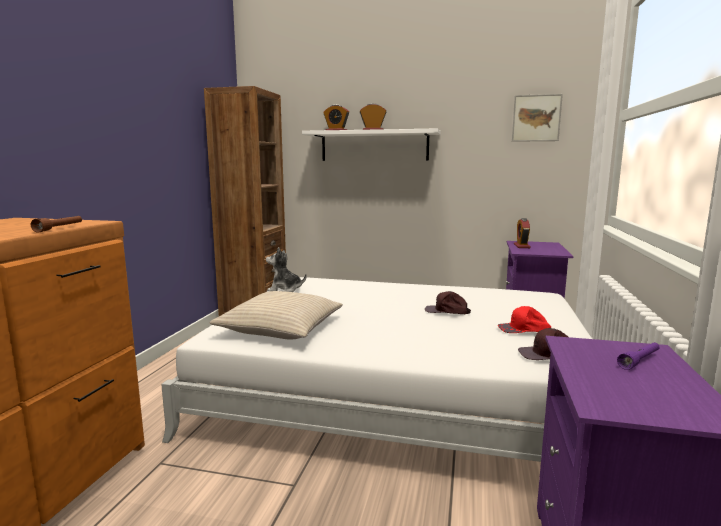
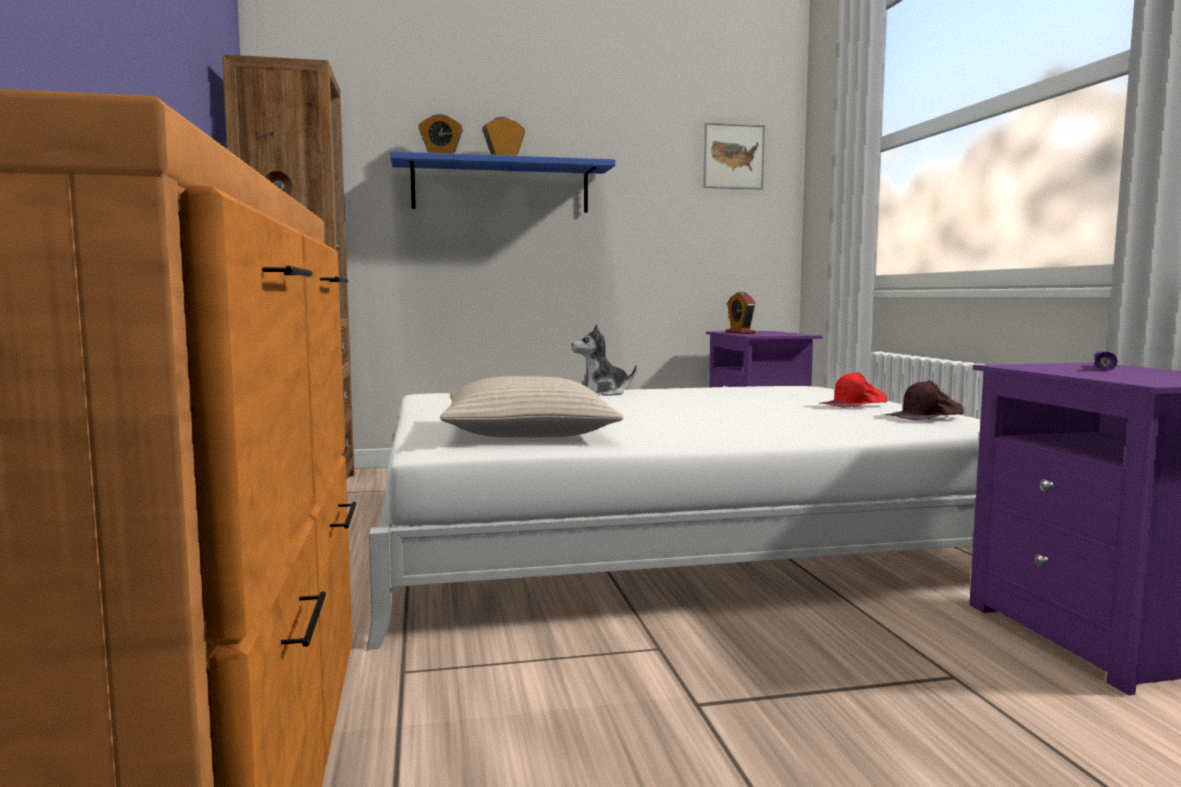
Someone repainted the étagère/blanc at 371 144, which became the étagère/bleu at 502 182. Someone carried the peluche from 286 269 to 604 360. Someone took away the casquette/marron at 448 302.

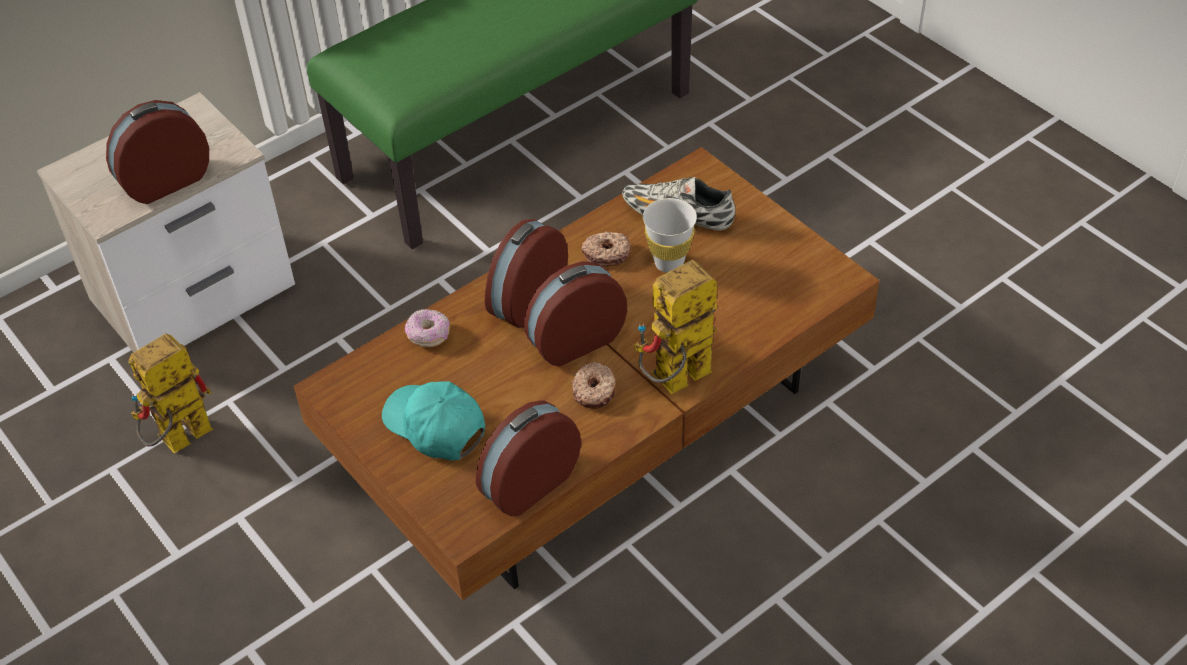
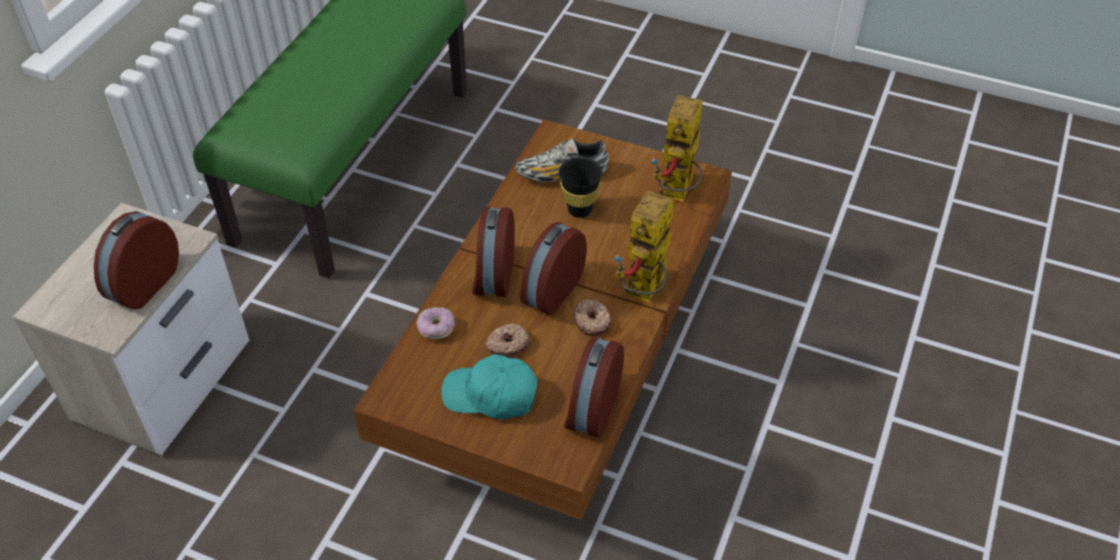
Someone repainted the tasse/blanc at 670 235, which became the tasse/noir at 581 187. Someone carried the beignet from 606 249 to 508 340. Someone carried the robot jouet from 170 393 to 677 148.

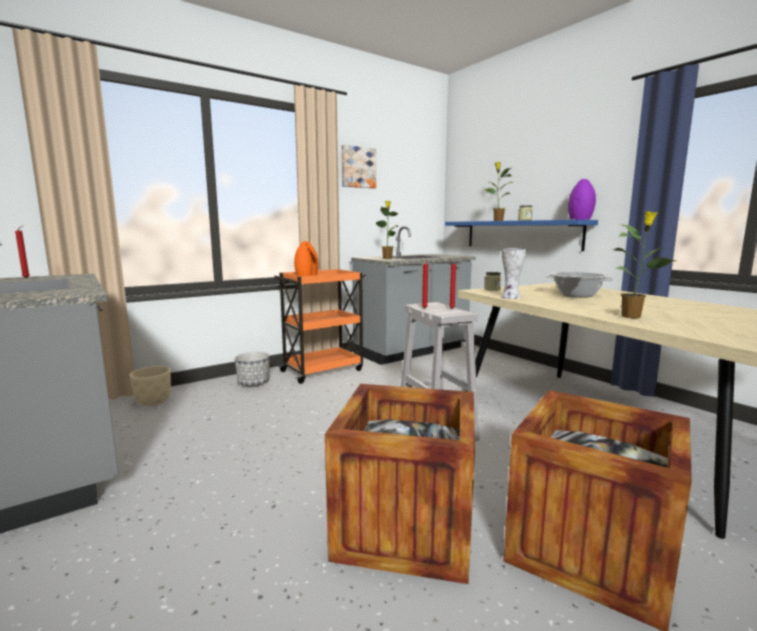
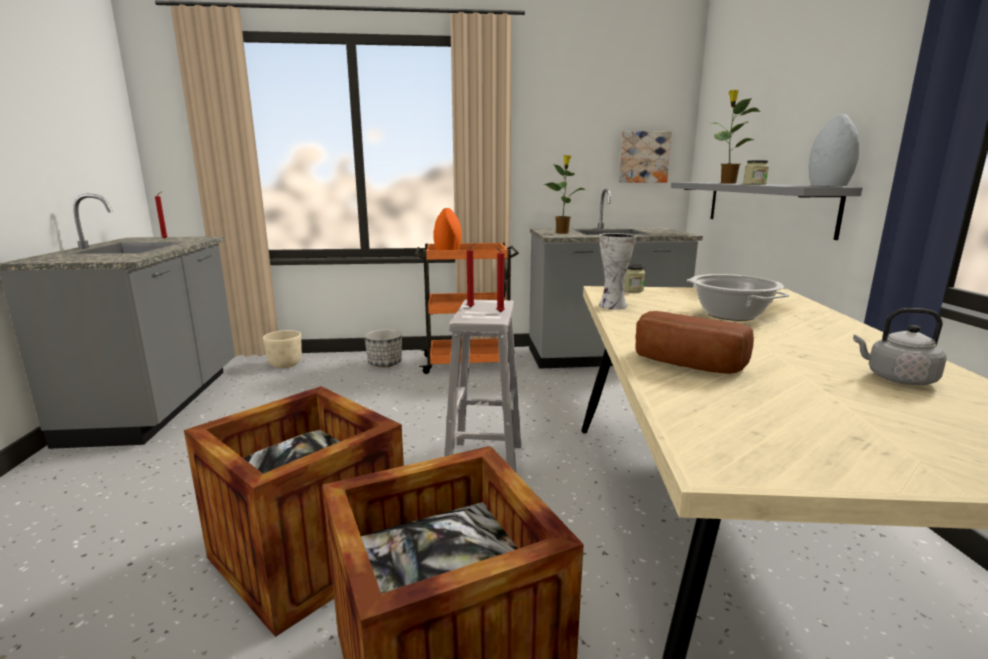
Someone carried the tableau from 358 167 to 645 157. Someone repainted the vase/violet at 582 199, which became the vase/gris at 834 150. Someone swapped the plante en pot at 645 264 for the pain at 694 342. Someone repainted the étagère/bleu at 521 235, which became the étagère/gris at 766 211. Someone put down the bouilloire/gris at 900 346.

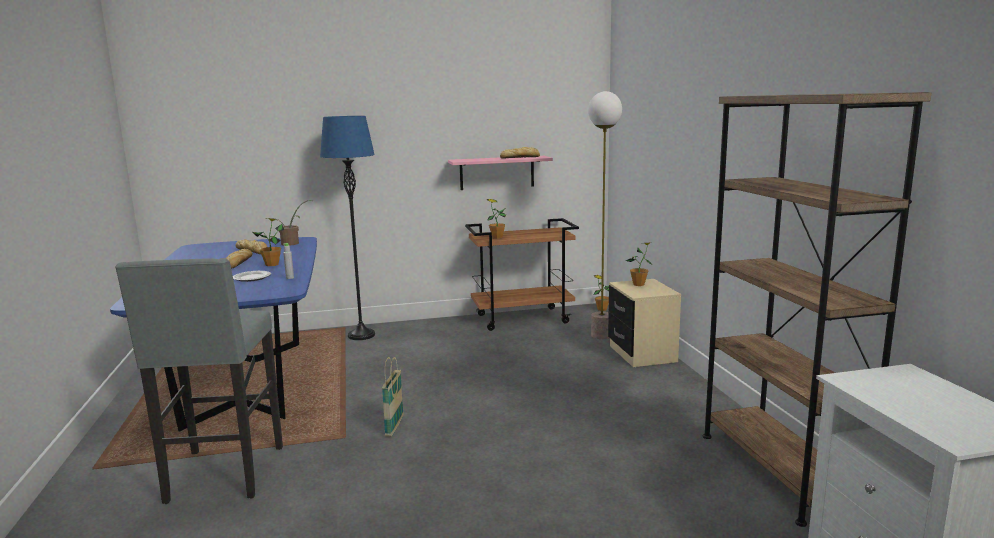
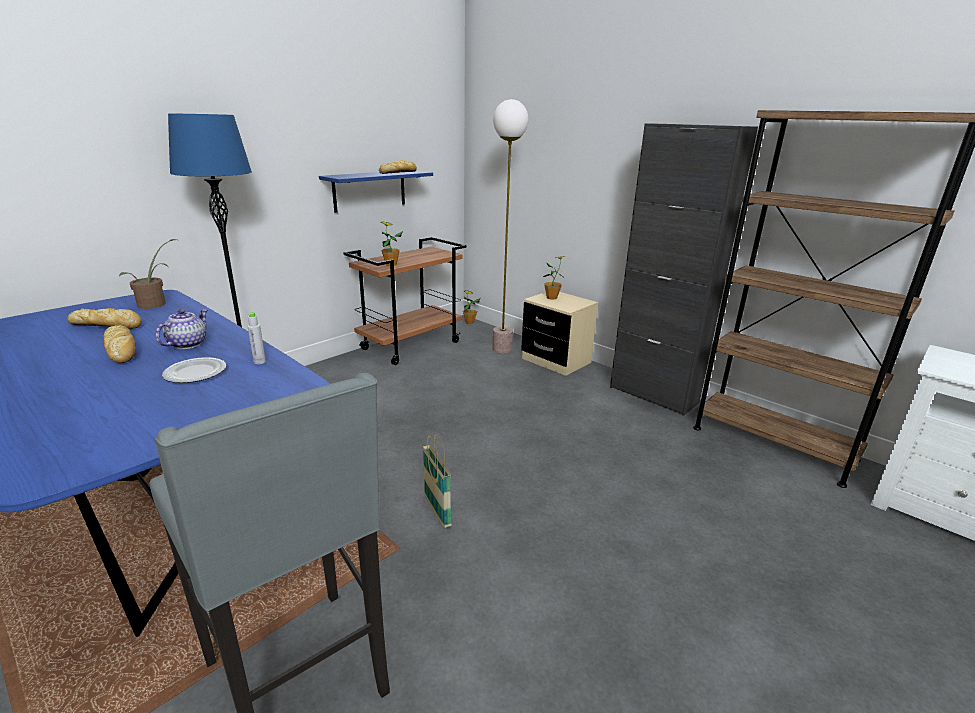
Someone repainted the étagère/rose at 500 173, which became the étagère/bleu at 376 191. Someone swapped the plante en pot at 268 242 for the théière at 181 329. Someone put down the meuble de rangement/noir at 684 269.

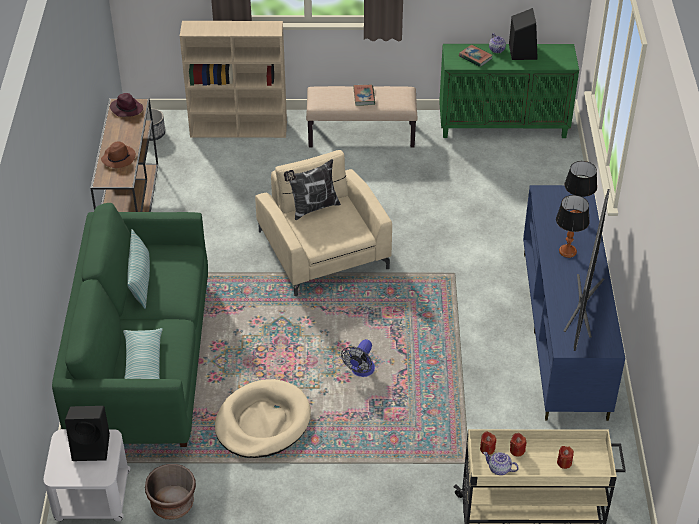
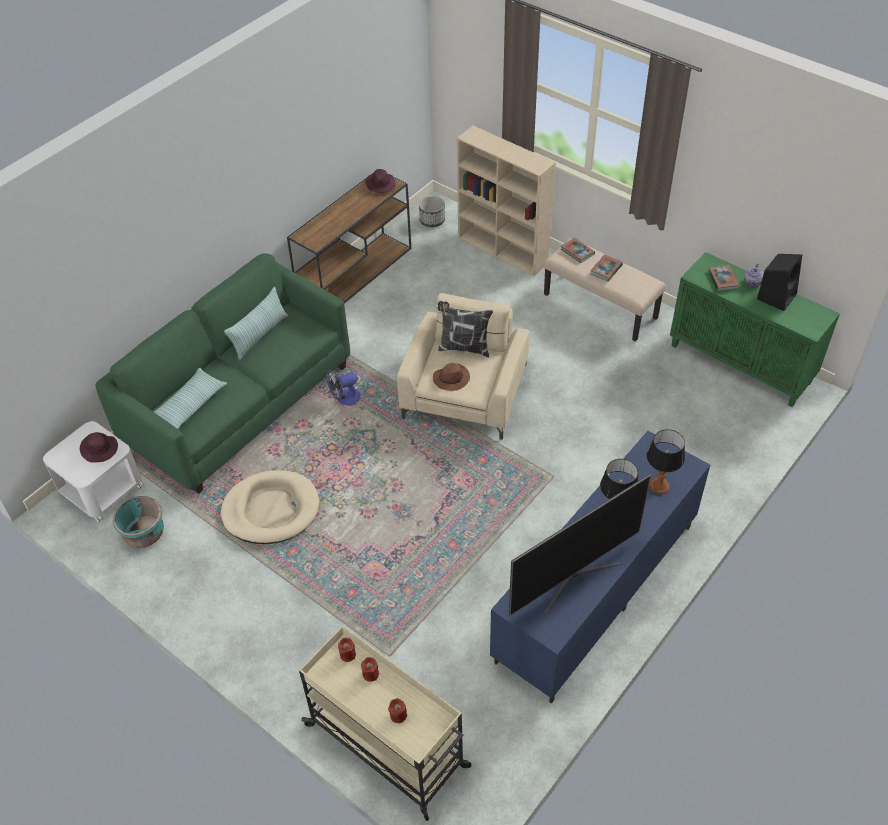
Someone carried the chapeau/marron from 118 155 to 451 377. Someone carried the ventilateur from 358 358 to 343 388. Someone swapped the enceinte/noir at 87 433 for the chapeau/violet at 99 447. Someone took away the théière at 501 463. Someone repainted the cache-pot/marron at 170 491, which became the cache-pot/turquoise at 138 522. Someone put down the livre at 578 250.

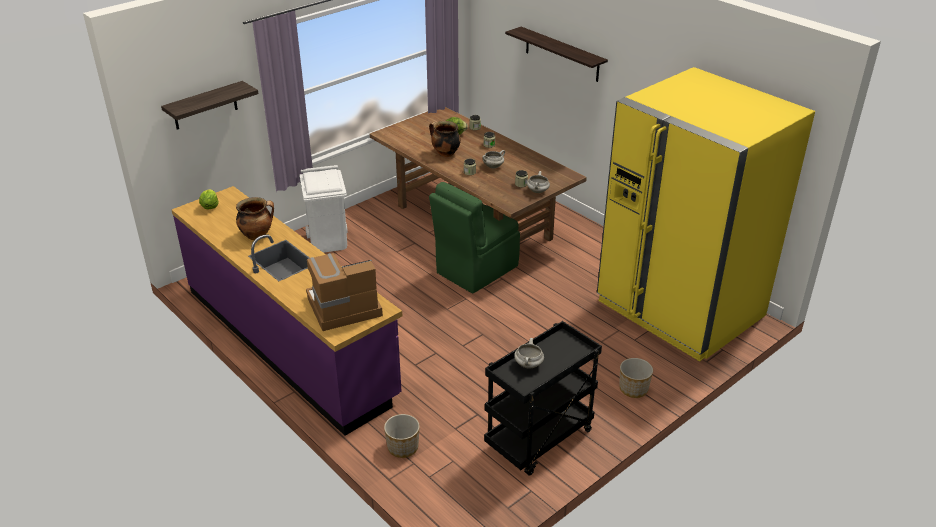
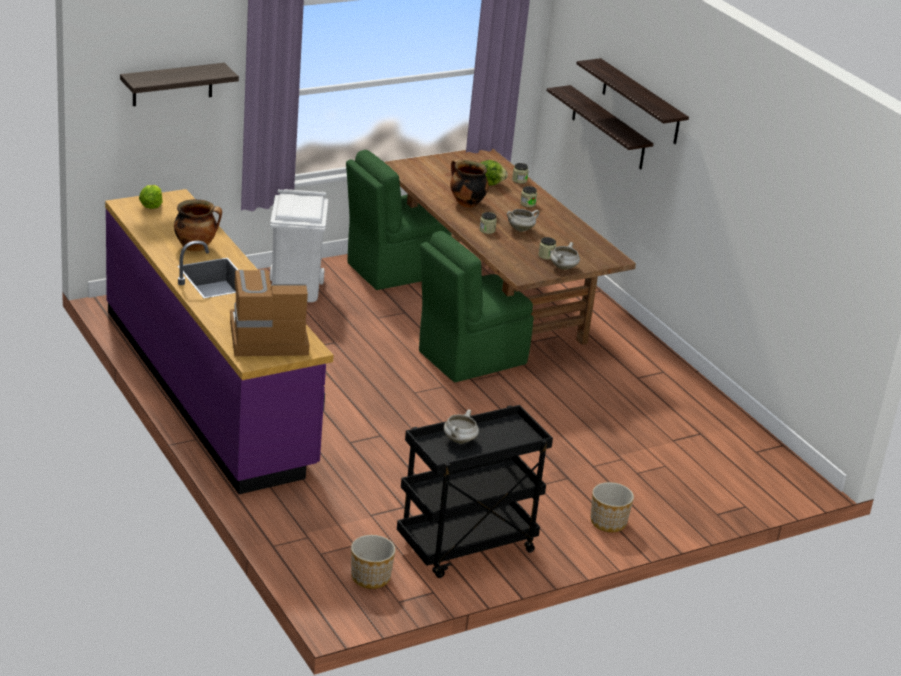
Someone took away the réfrigérateur/jaune at 706 214. Someone carried the cache-pot from 402 436 to 373 562. Someone put up the étagère at 600 127. Someone put down the chaise/vert at 399 220.

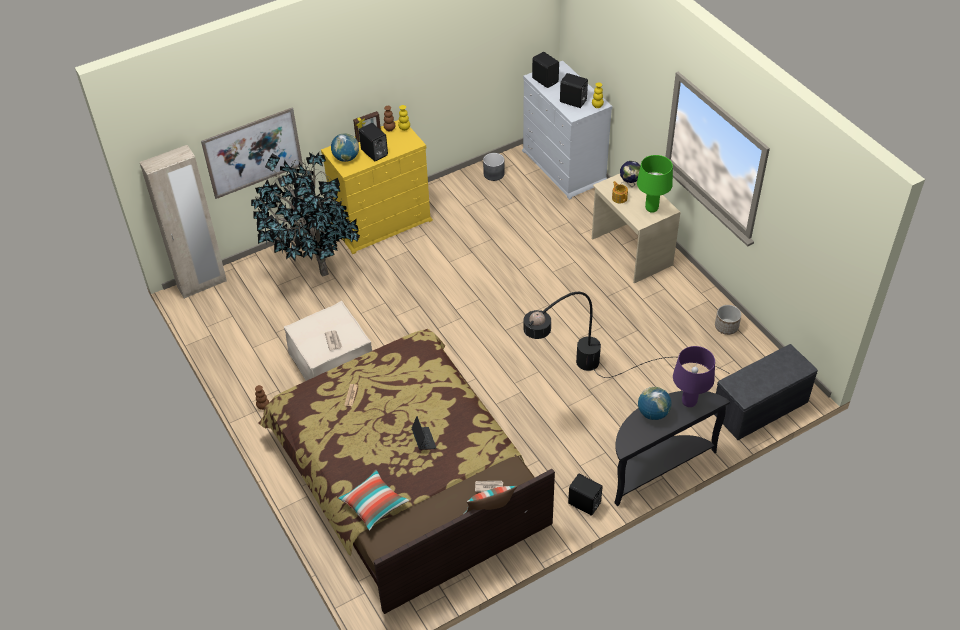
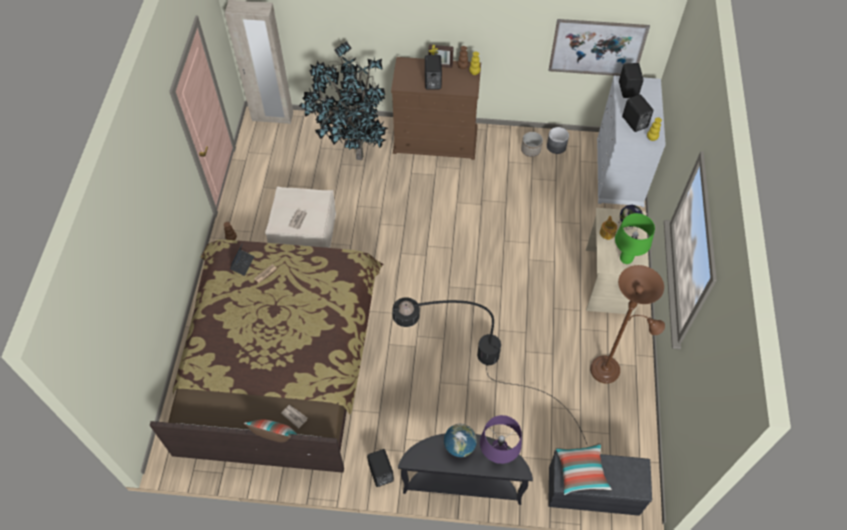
Someone carried the tableau from 252 153 to 599 47. Someone repainted the commode/jaune at 377 187, which became the commode/marron at 436 108. Someone took away the globe at 345 147. Someone carried the cache-pot from 728 320 to 532 144. Someone carried the ordinateur portable from 424 433 to 242 259. Someone carried the coussin from 373 500 to 584 469. Someone put down the lampadaire/marron at 627 324.

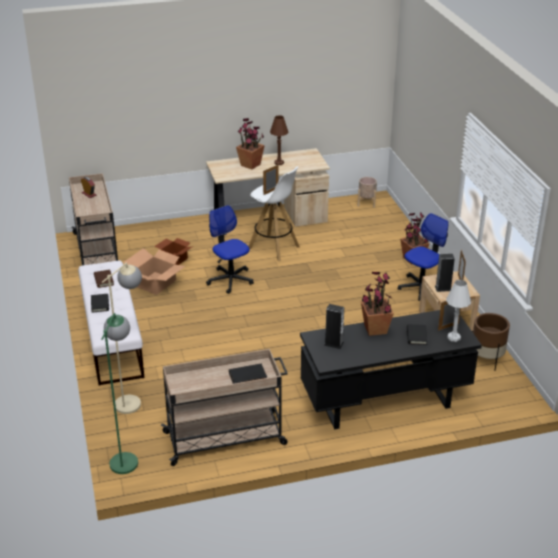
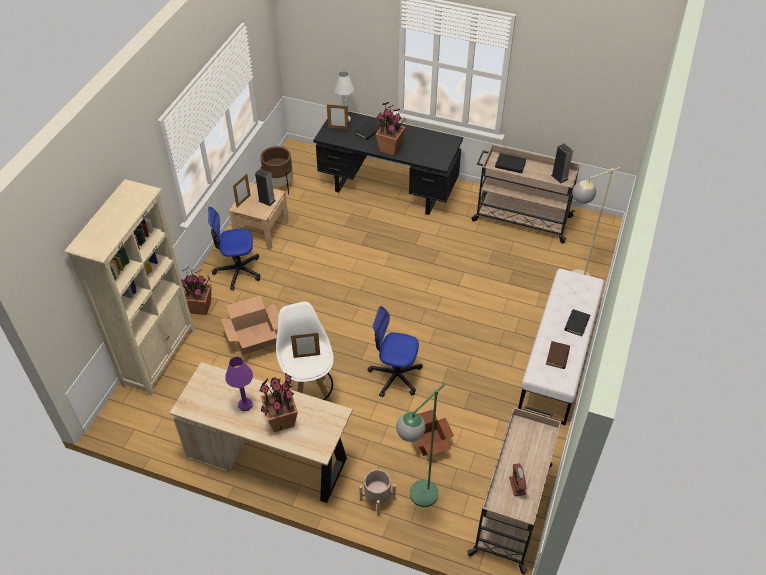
Someone repainted the lampe de table/marron at 279 140, which became the lampe de table/violet at 239 384. Someone carried the cache-pot/beige from 367 192 to 377 492. Someone rotated the chaise de bureau at 230 249 by 105 degrees clockwise. Someone carried the carton from 154 271 to 250 325. Someone carried the enceinte from 334 326 to 562 163. Someone carried the lampadaire/vert from 119 393 to 420 445. Someone put down the bibliothèque/beige at 130 287.

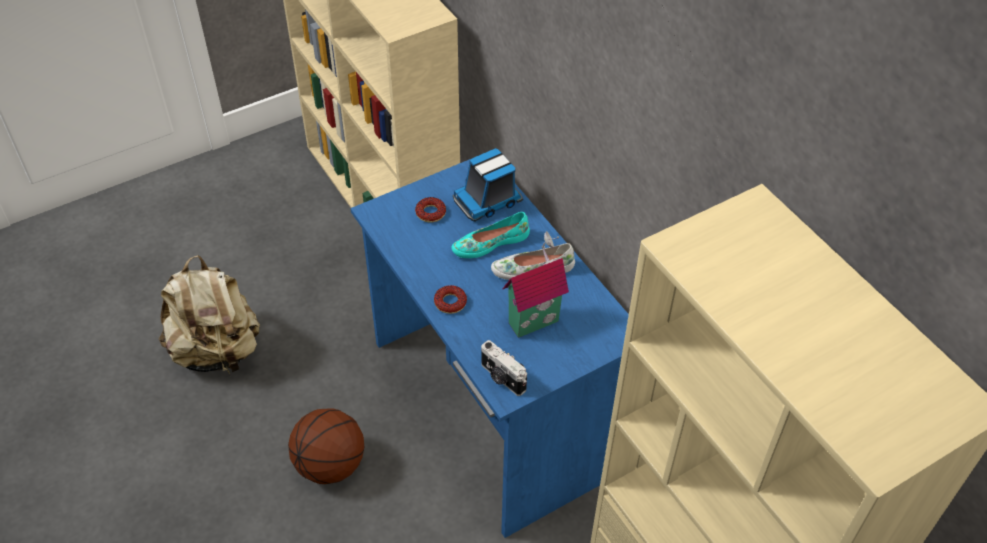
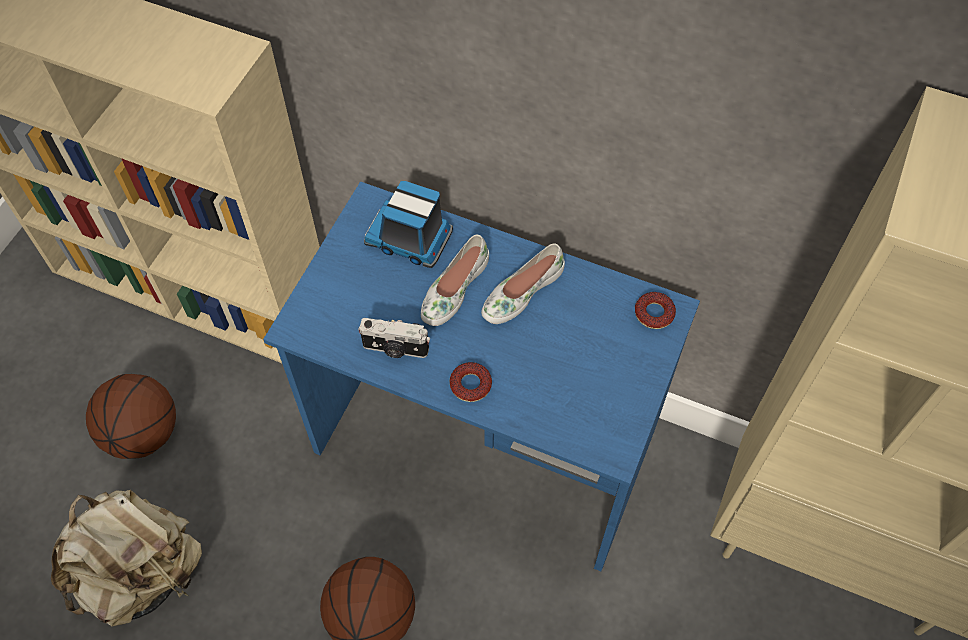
Someone rotated the camion jouet at 488 185 by 90 degrees clockwise. Someone carried the beignet from 430 210 to 655 310. Someone repainted the chaussure/turquoise at 490 235, which became the chaussure/blanc at 455 280. Someone took away the maison miniature at 536 284. Someone carried the appareil photo from 504 368 to 394 338. Someone put down the ballon de basket at 131 416.

